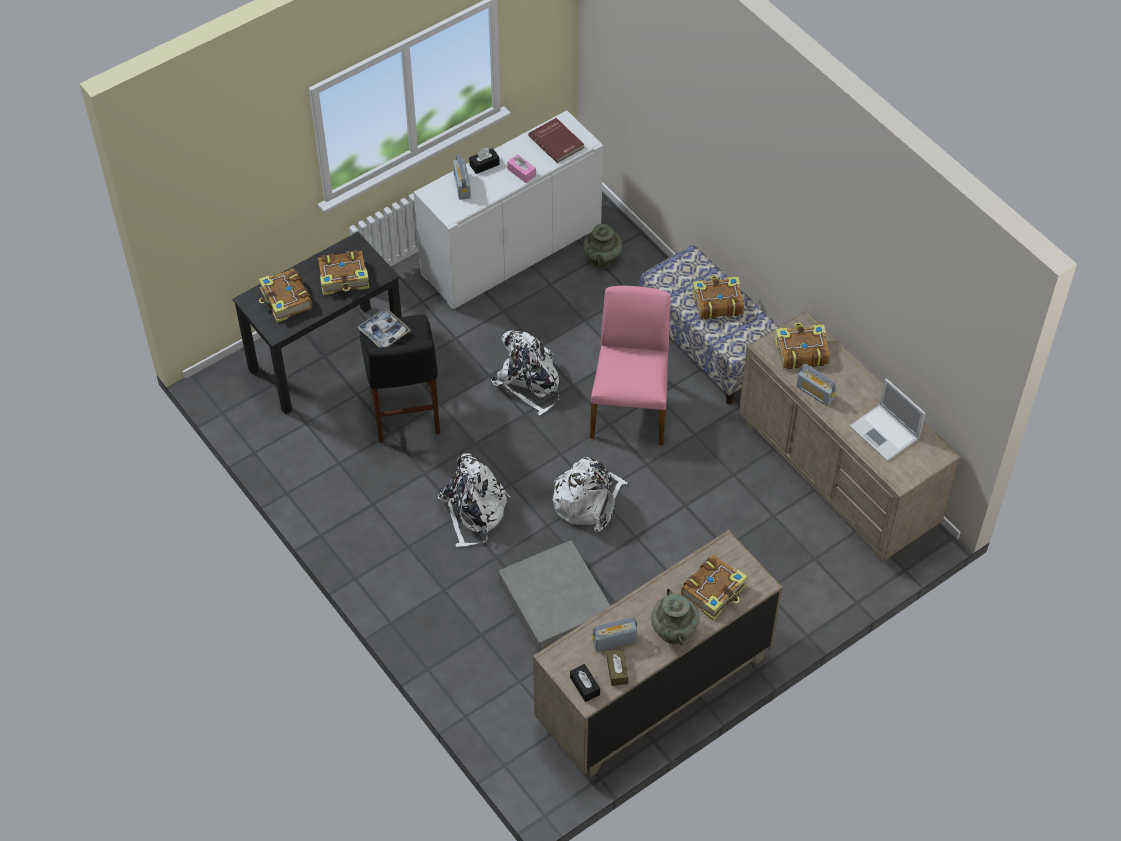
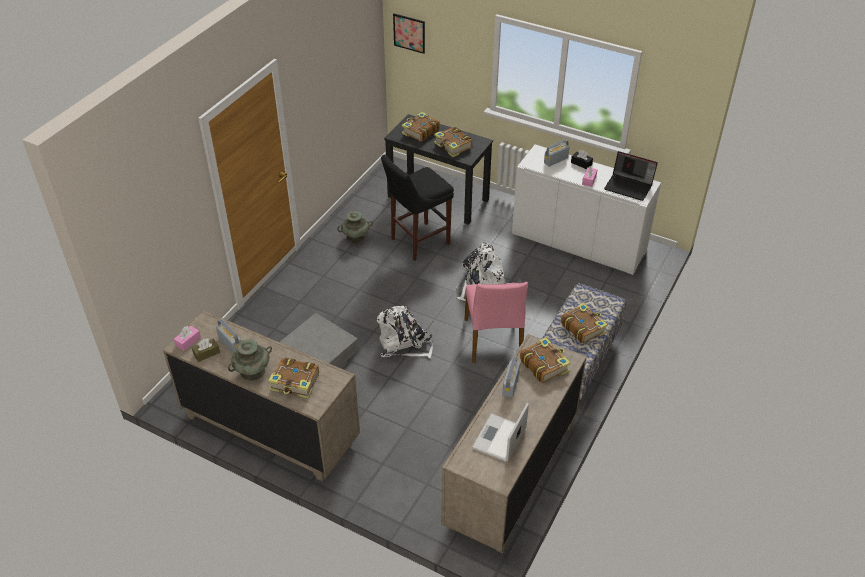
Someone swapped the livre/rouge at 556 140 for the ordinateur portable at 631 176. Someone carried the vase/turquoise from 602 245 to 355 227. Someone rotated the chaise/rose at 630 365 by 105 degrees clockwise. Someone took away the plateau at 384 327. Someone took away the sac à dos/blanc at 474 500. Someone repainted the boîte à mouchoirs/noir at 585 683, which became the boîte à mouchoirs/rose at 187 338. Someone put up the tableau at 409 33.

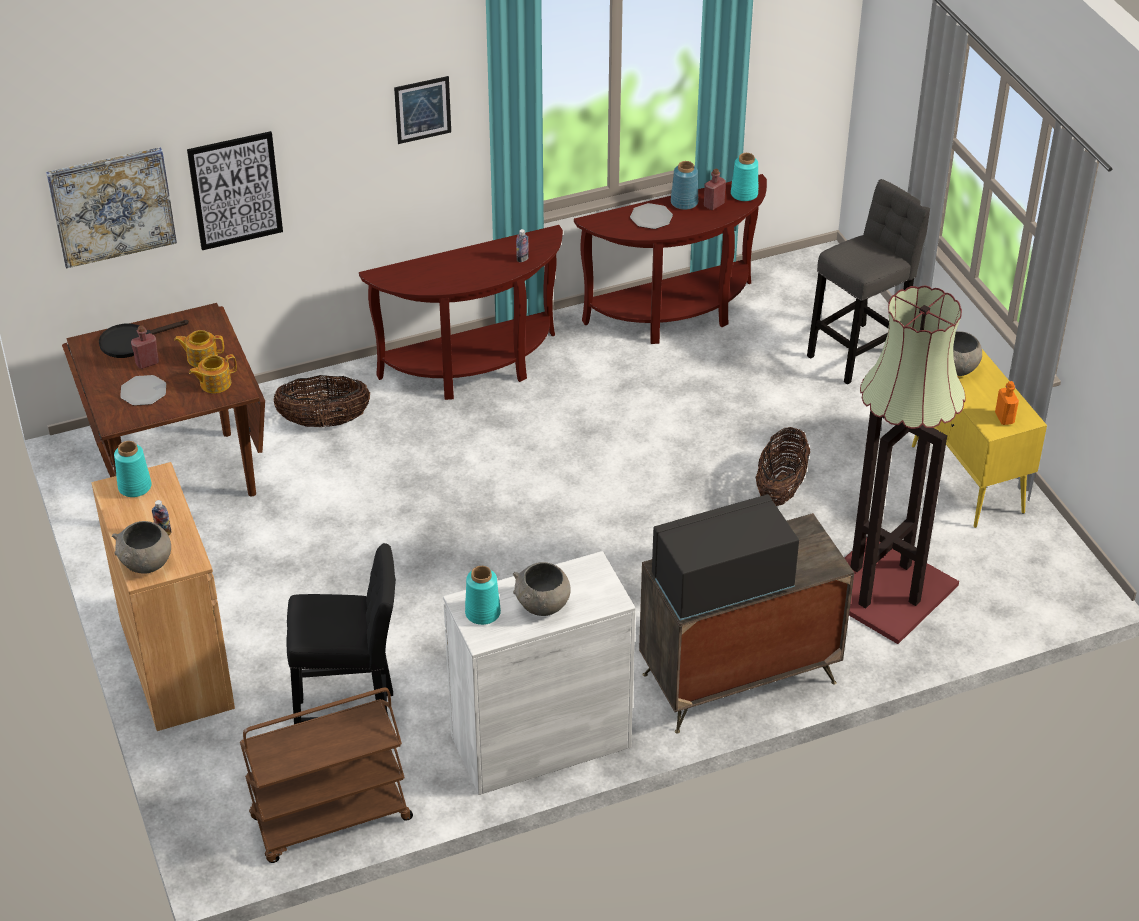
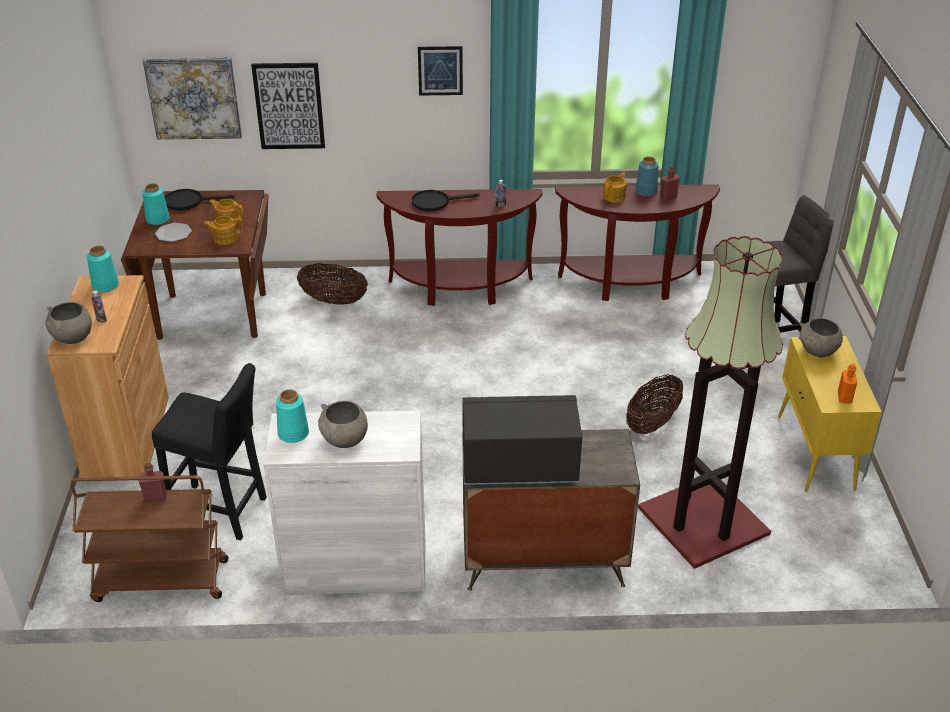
Someone carried the vase/turquoise from 744 177 to 156 204. Someone swapped the assiette at 651 216 for the théière at 615 187. Someone carried the bouteille/rouge from 145 347 to 152 483. Someone put down the poêle/noir at 446 200.

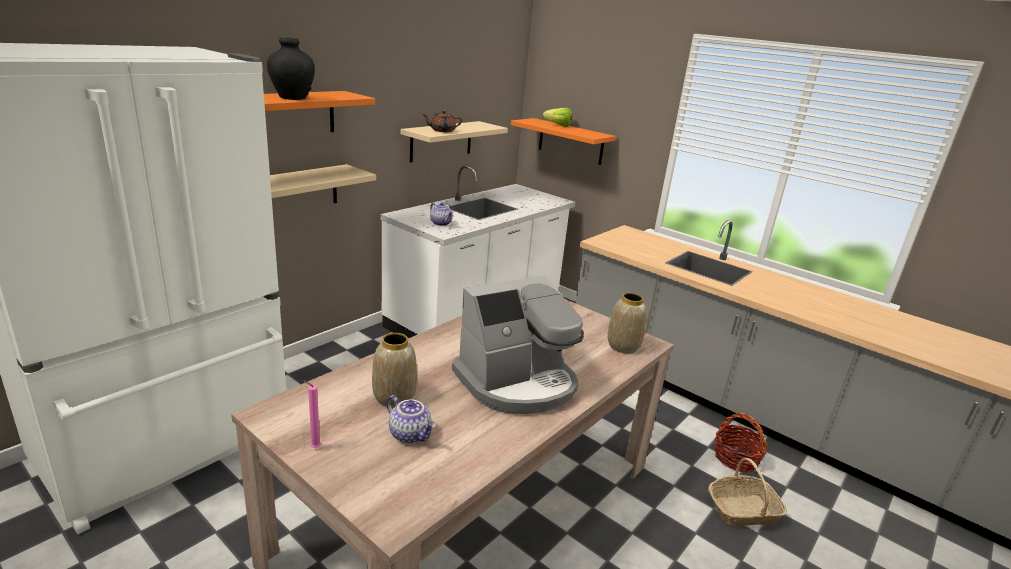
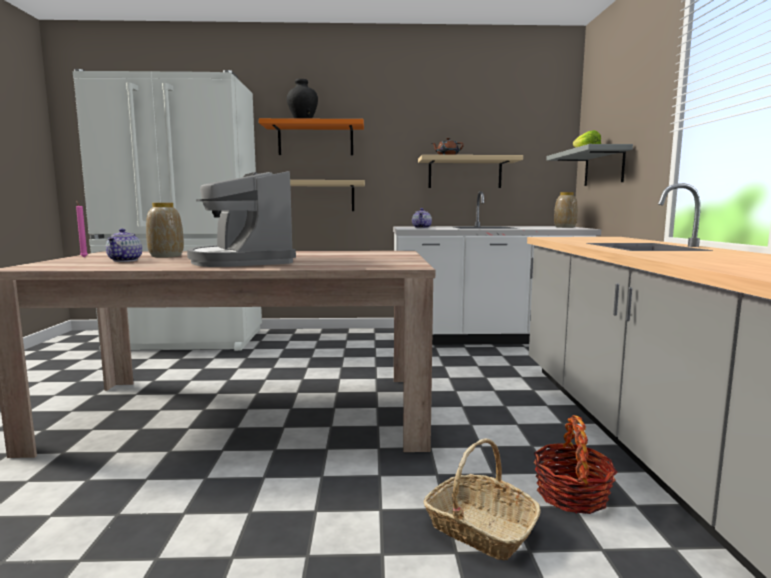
Someone repainted the étagère/orange at 563 141, which became the étagère/gris at 589 165. Someone rotated the machine à café at 518 344 by 45 degrees clockwise. Someone carried the vase from 627 323 to 566 210.

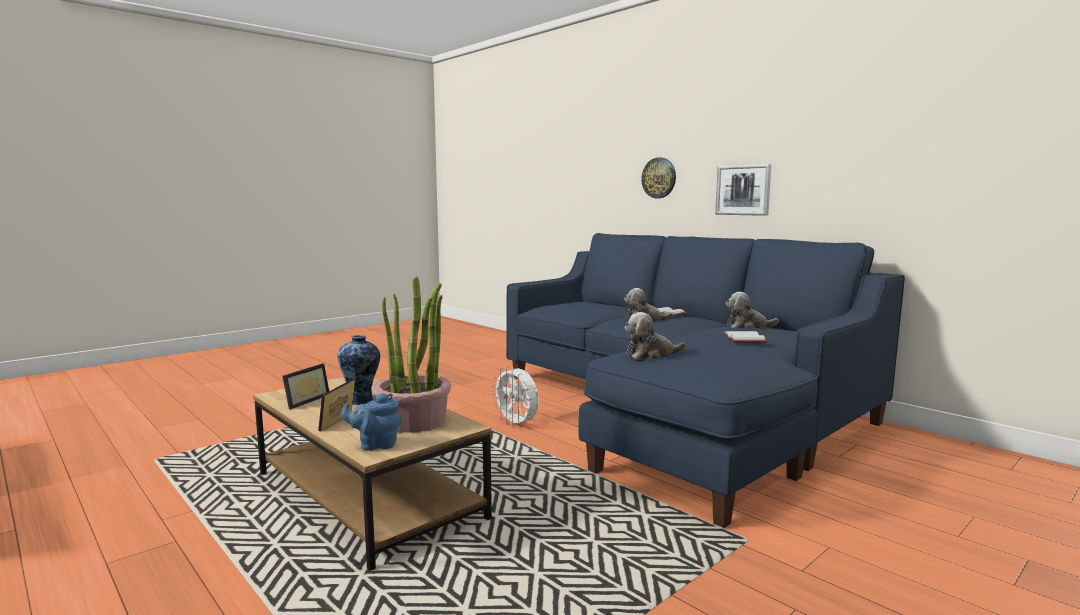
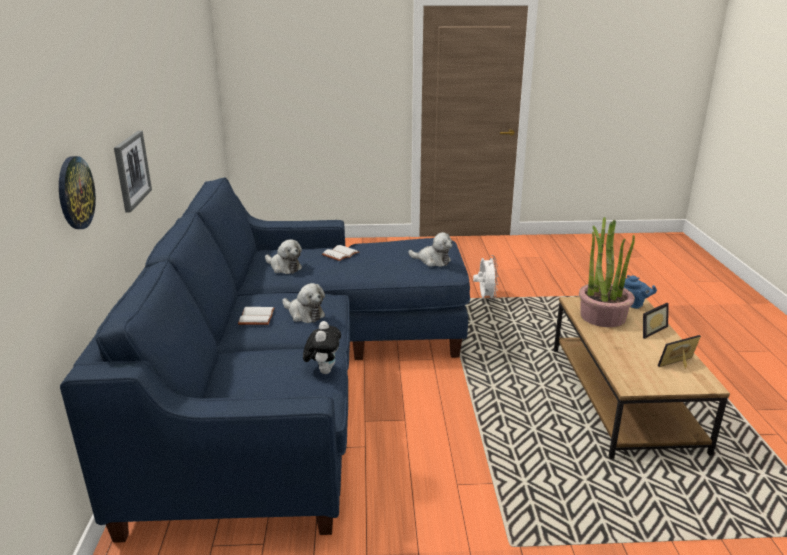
Someone took away the vase at 359 370. Someone carried the ventilateur/blanc from 515 397 to 485 278. Someone put down the peluche at 322 347.

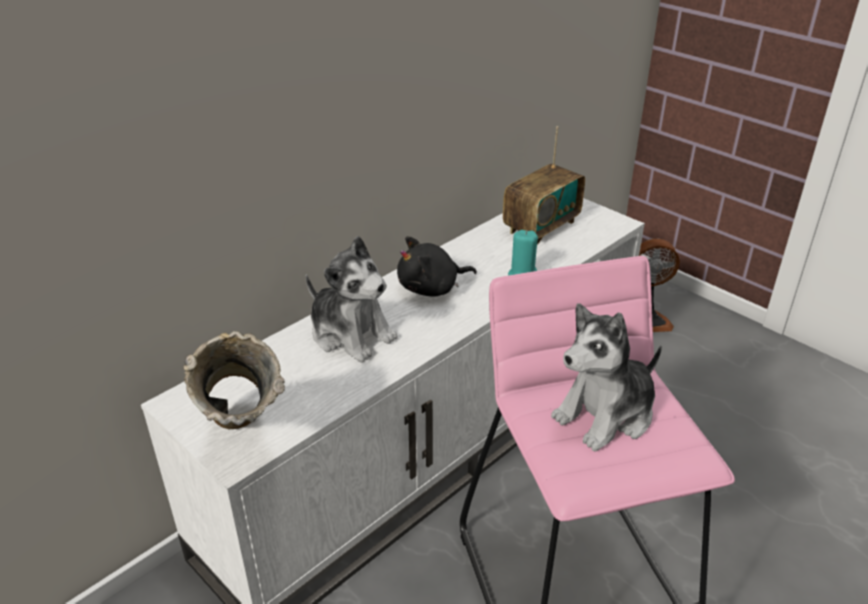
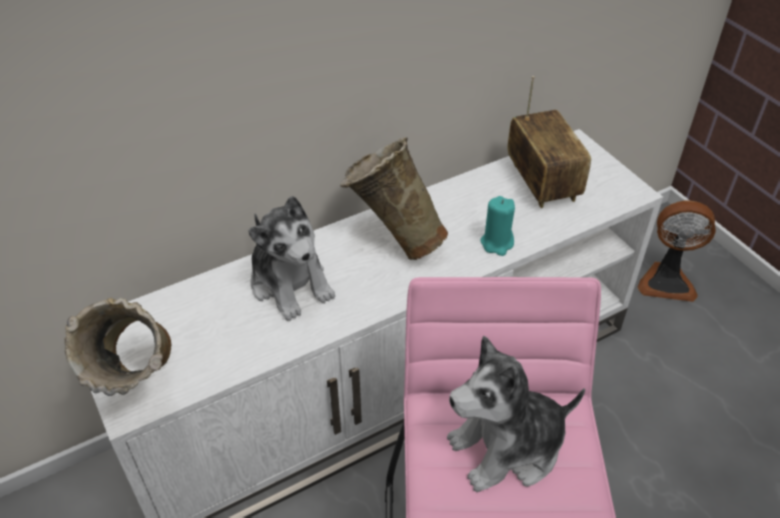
Someone rotated the radio at 544 185 by 75 degrees counterclockwise. Someone swapped the peluche/noir at 437 266 for the vase/beige at 394 198.

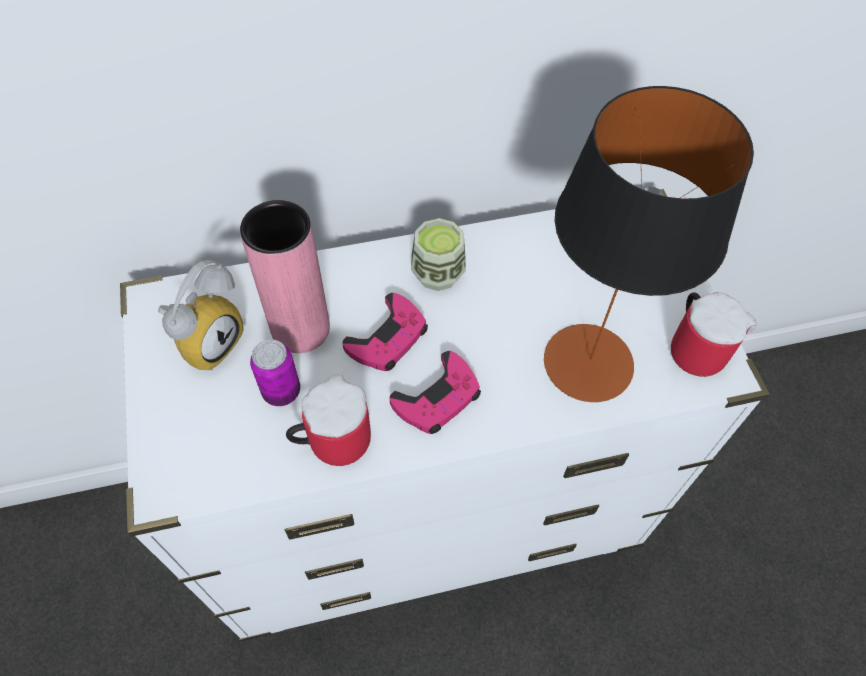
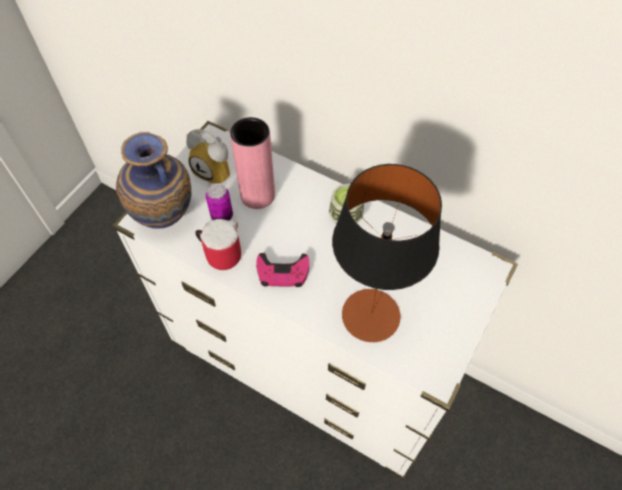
Someone rotated the réveil at 201 315 by 45 degrees clockwise. Someone took away the mug at 714 334. Someone took away the manette/rose at 385 332. Someone put down the vase at 153 180.

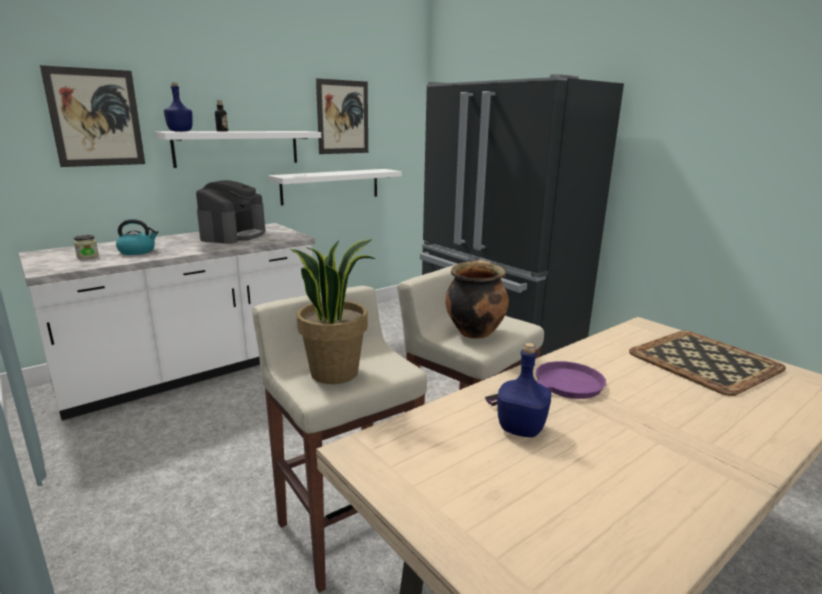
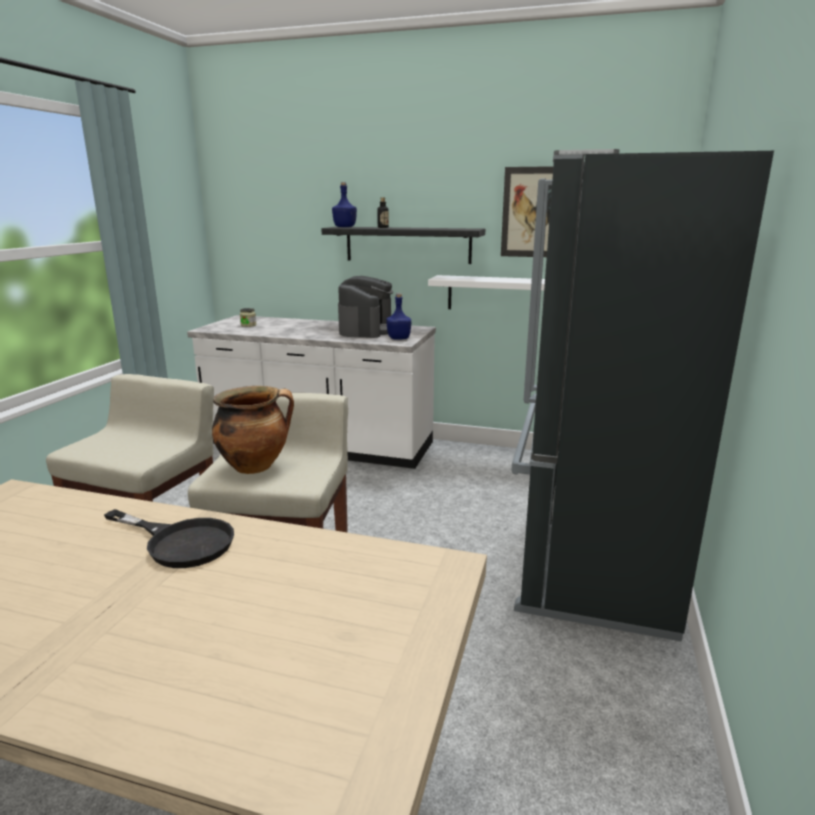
Someone took away the tableau at 92 116. Someone repainted the étagère/blanc at 238 149, which became the étagère/noir at 403 245. Someone rotated the machine à café at 230 212 by 60 degrees counterclockwise. Someone took away the bouilloire at 137 237. Someone took away the plante en pot at 333 311. Someone took away the plateau at 707 363. Someone carried the bouteille/bleu from 524 390 to 398 316. Someone repainted the poêle/violet at 545 383, which became the poêle/noir at 169 538.

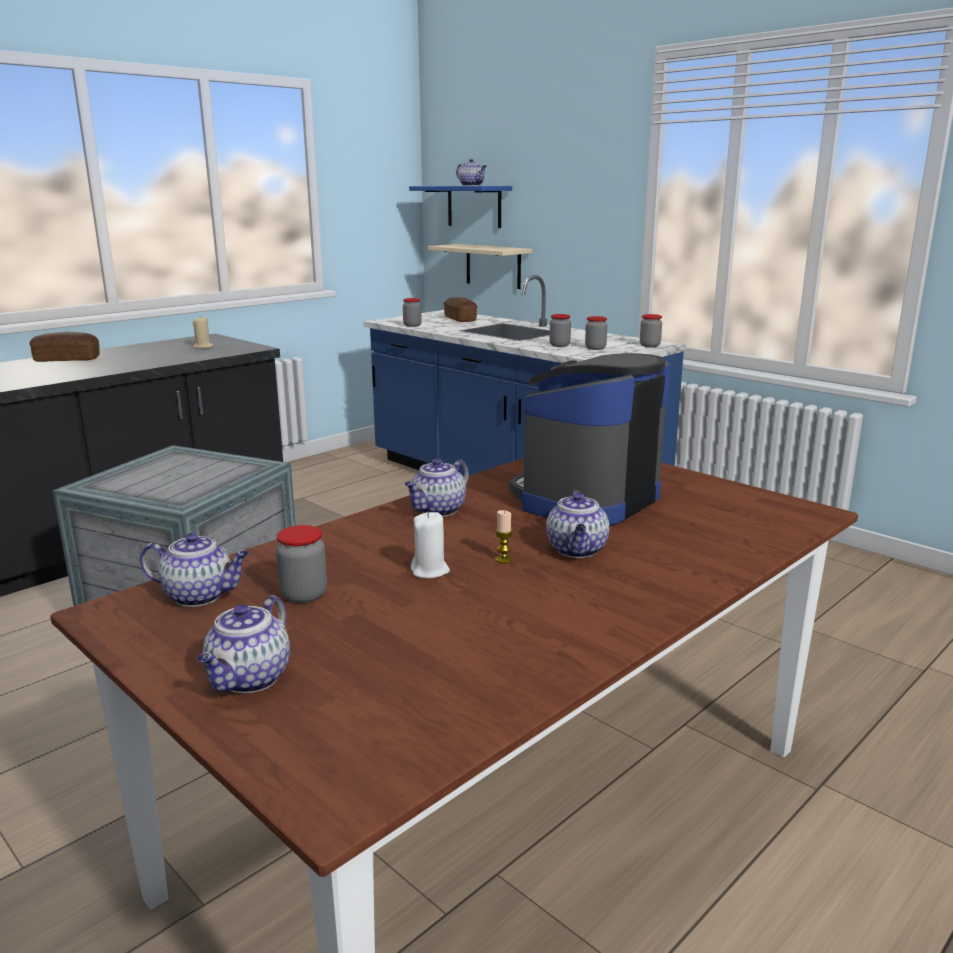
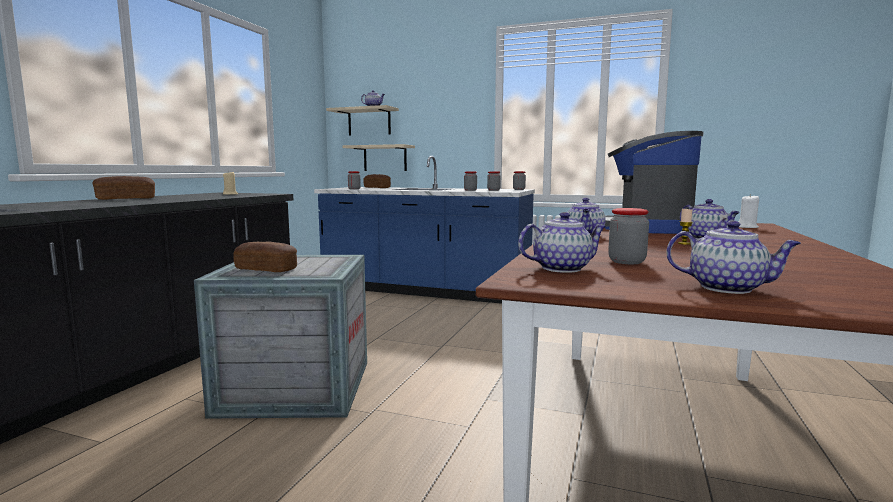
Someone repainted the étagère/bleu at 460 207, which became the étagère/beige at 362 120. Someone carried the bougie/blanc from 430 545 to 749 211. Someone rotated the théière at 244 644 by 60 degrees counterclockwise. Someone put down the pain at 265 257.

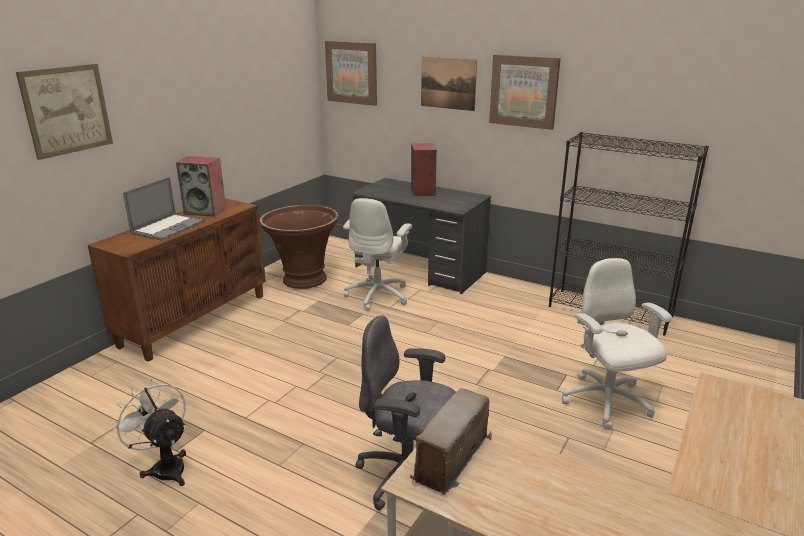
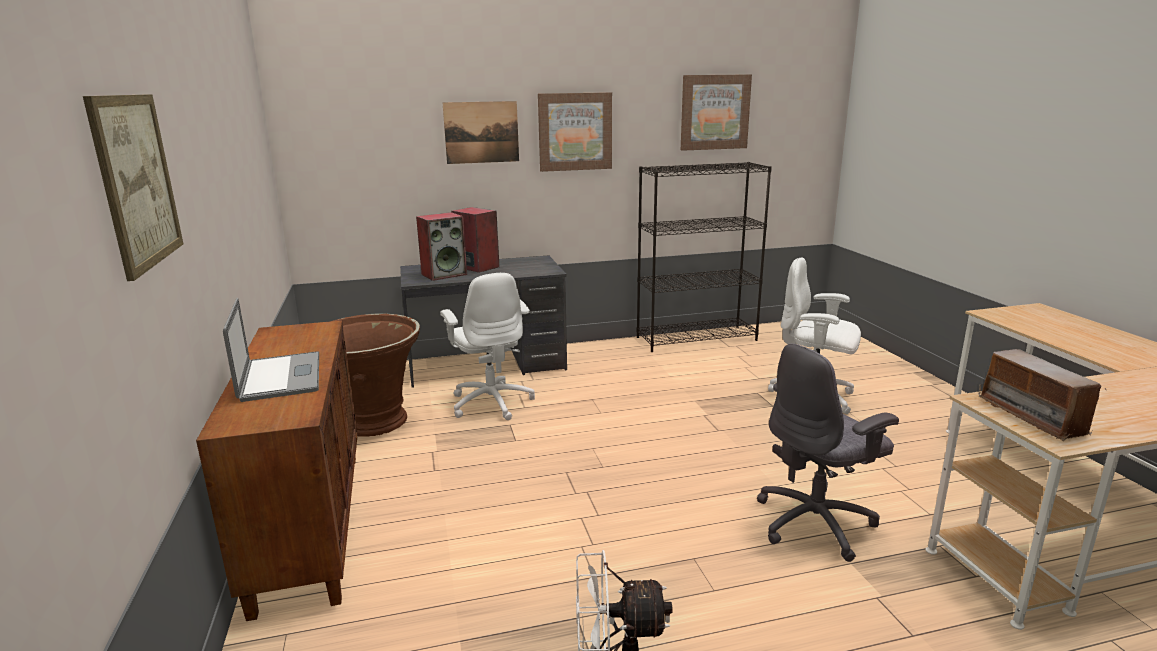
Someone carried the tableau from 351 73 to 716 112. Someone carried the enceinte from 201 186 to 441 246.

